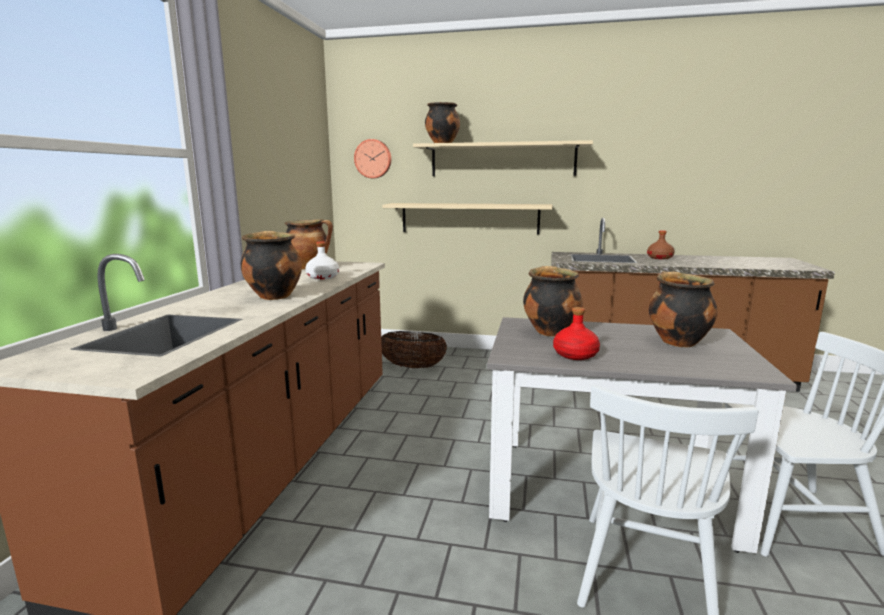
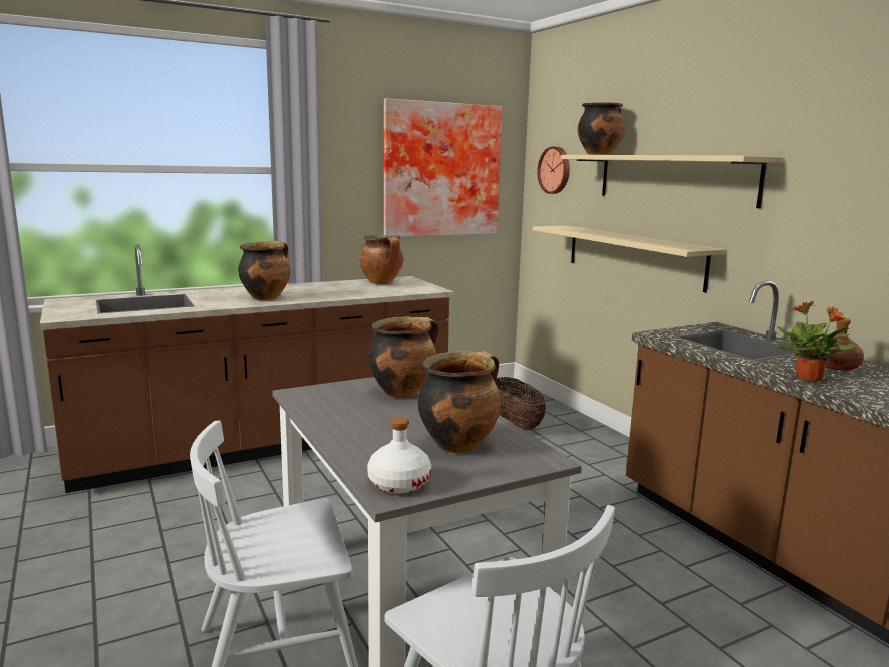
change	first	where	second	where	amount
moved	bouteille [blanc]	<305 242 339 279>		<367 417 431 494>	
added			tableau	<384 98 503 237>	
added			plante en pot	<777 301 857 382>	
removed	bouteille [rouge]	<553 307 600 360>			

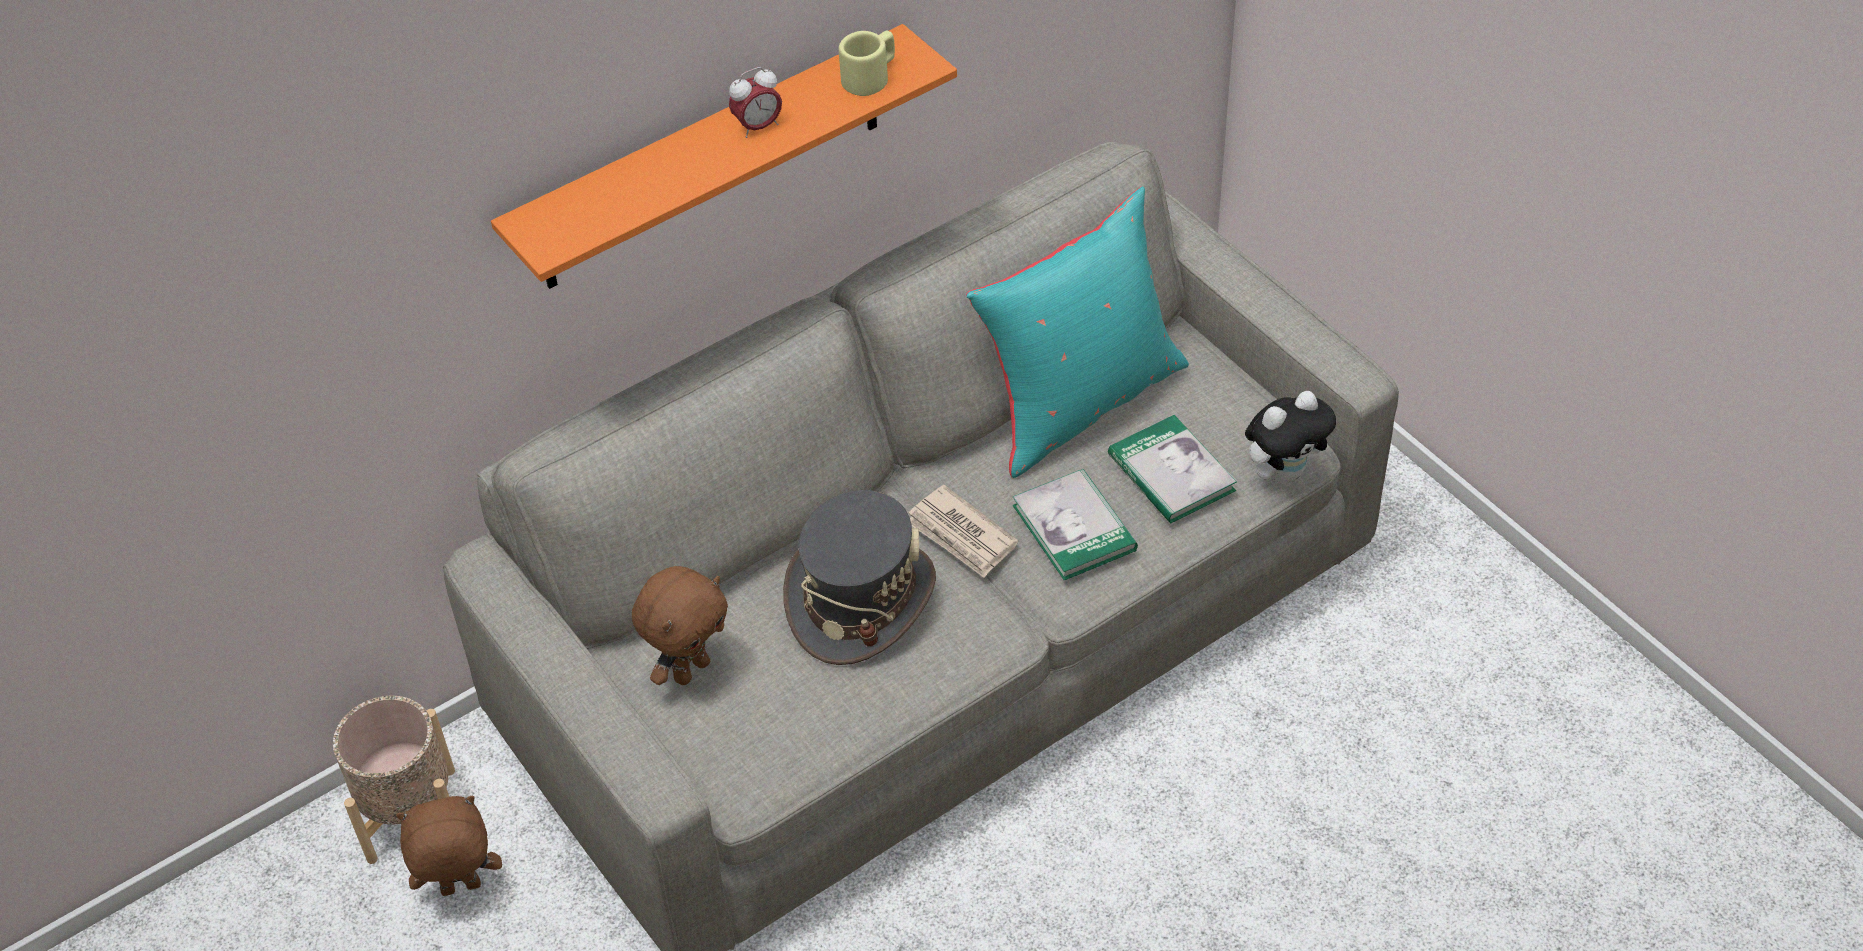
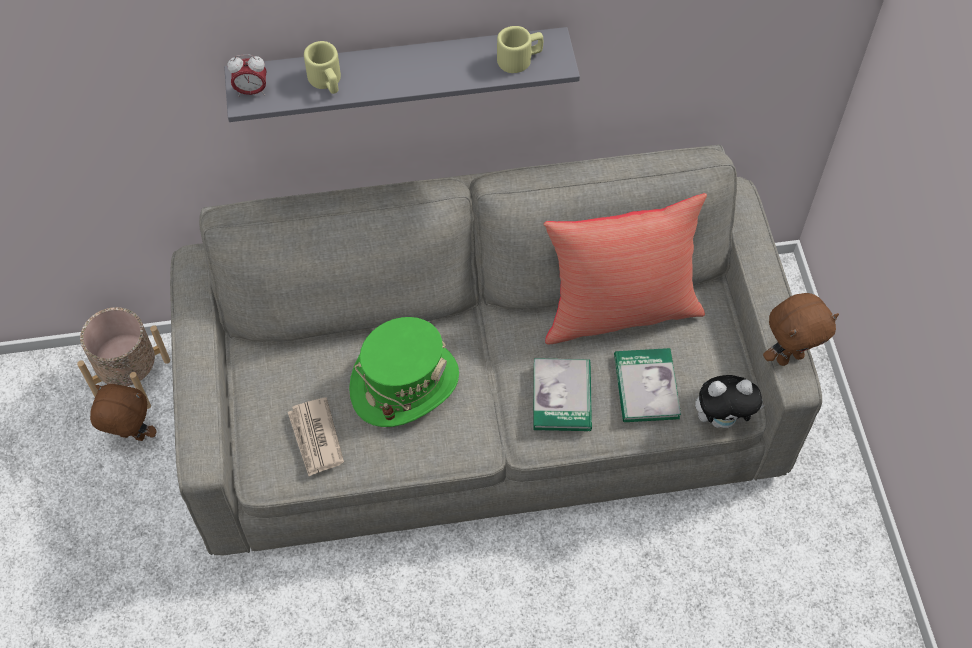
change	first	where	second	where	amount
recoloured	étagère [orange]	<491 24 957 289>	étagère [gris]	<224 27 580 122>	
moved	réveil	<729 67 782 138>		<227 55 267 97>	
moved	journal	<909 485 1018 578>		<288 397 344 476>	
added			mug [beige]	<304 41 341 94>	
recoloured	chapeau [gris]	<783 490 936 665>	chapeau [vert]	<349 317 459 427>	
recoloured	coussin [turquoise]	<966 186 1189 478>	coussin [rouge]	<543 193 707 344>	
moved	peluche [marron]	<632 566 728 685>		<763 293 839 366>	

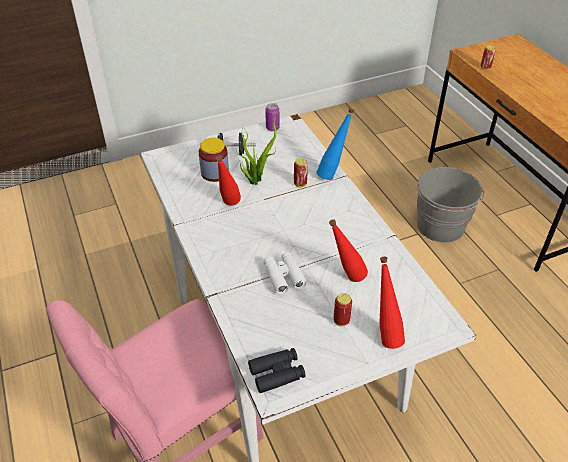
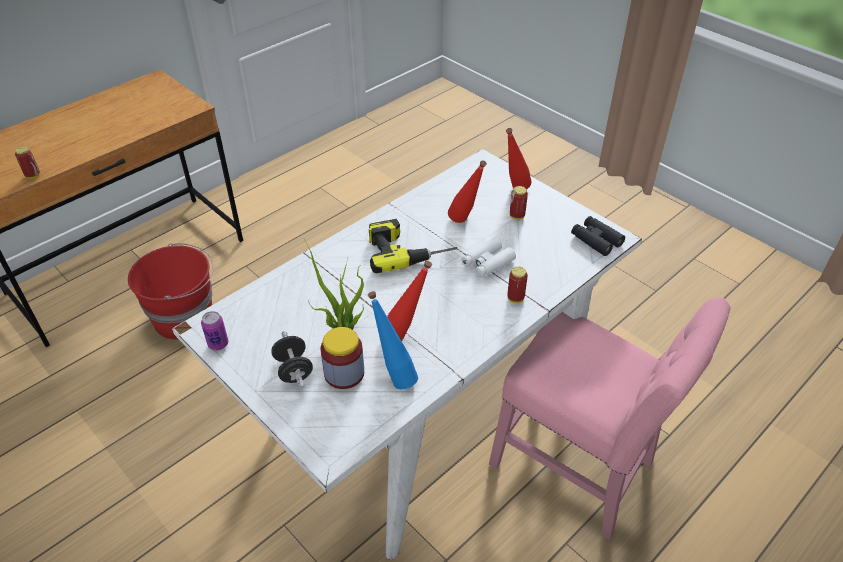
change	first	where	second	where	amount
recoloured	seau [gris]	<417 167 484 243>	seau [rouge]	<128 243 213 340>	
moved	bouteille [bleu]	<316 108 354 180>		<368 291 418 389>	
added			perceuse	<369 219 457 273>	
moved	boîte métallique	<294 158 308 187>		<507 267 528 303>	

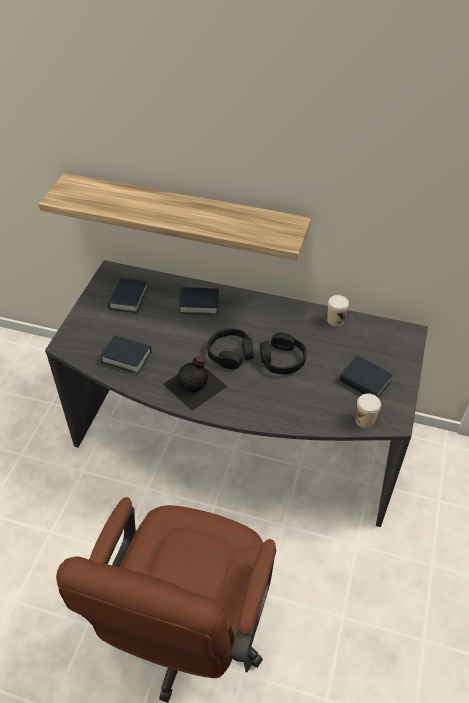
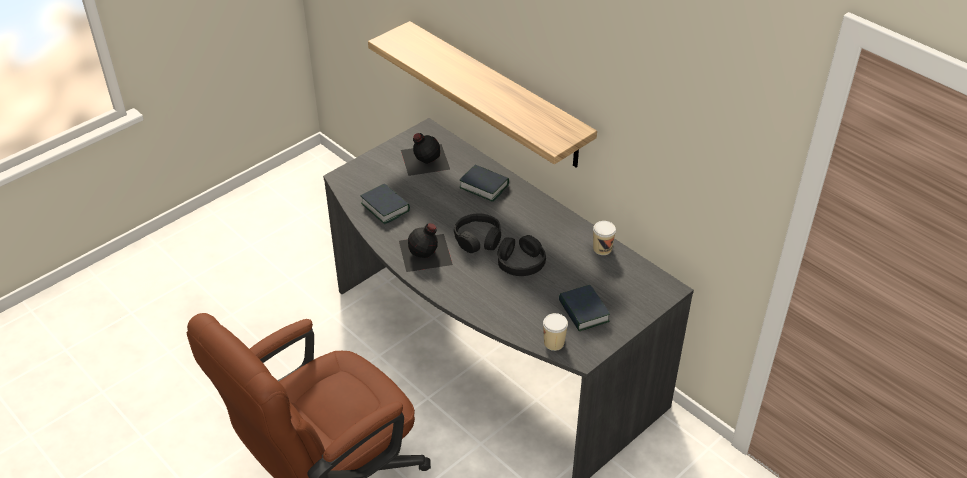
change	first	where	second	where	amount
replaced	livre	<108 278 148 313>	bouteille [noir]	<401 133 450 176>	

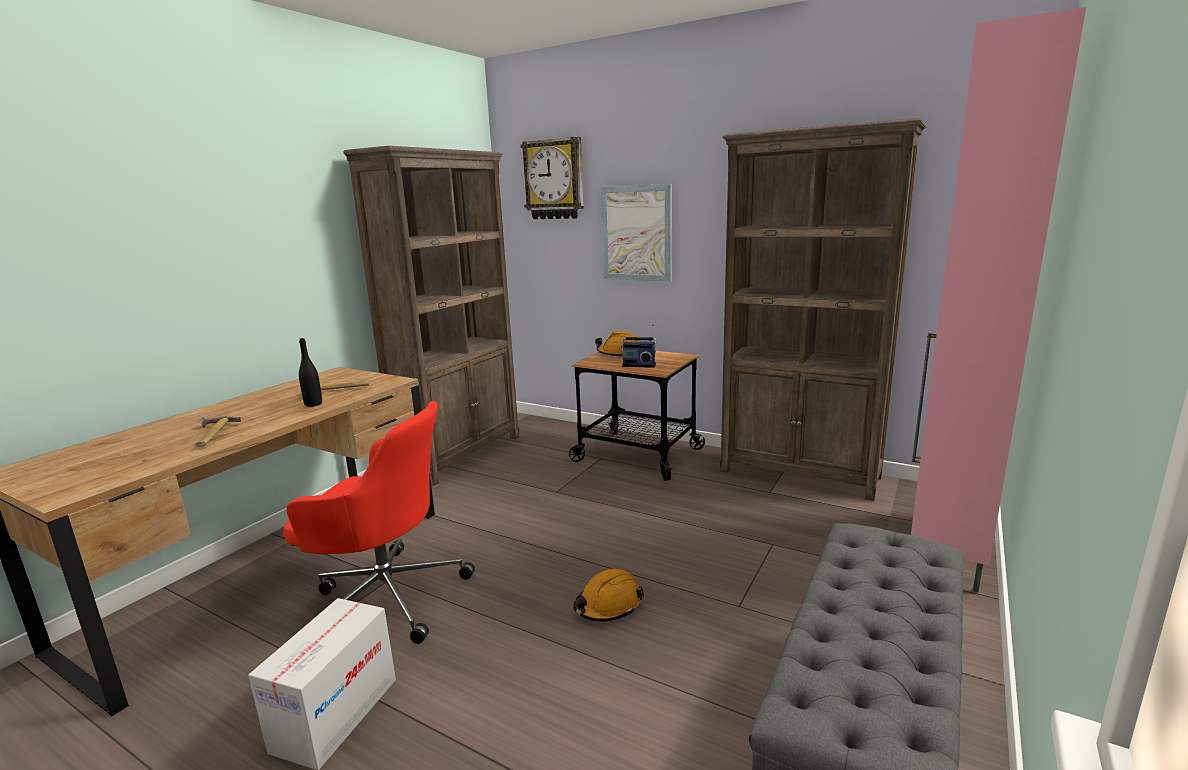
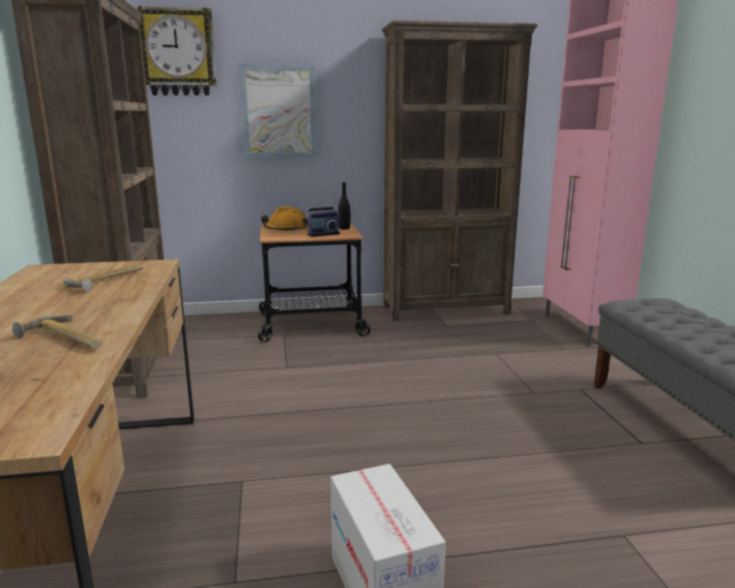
change	first	where	second	where	amount
moved	bouteille [noir]	<299 338 322 407>		<338 182 350 230>	
removed	chaise de bureau [rouge]	<283 401 475 644>			
removed	casque de chantier [orange]	<573 569 644 622>			

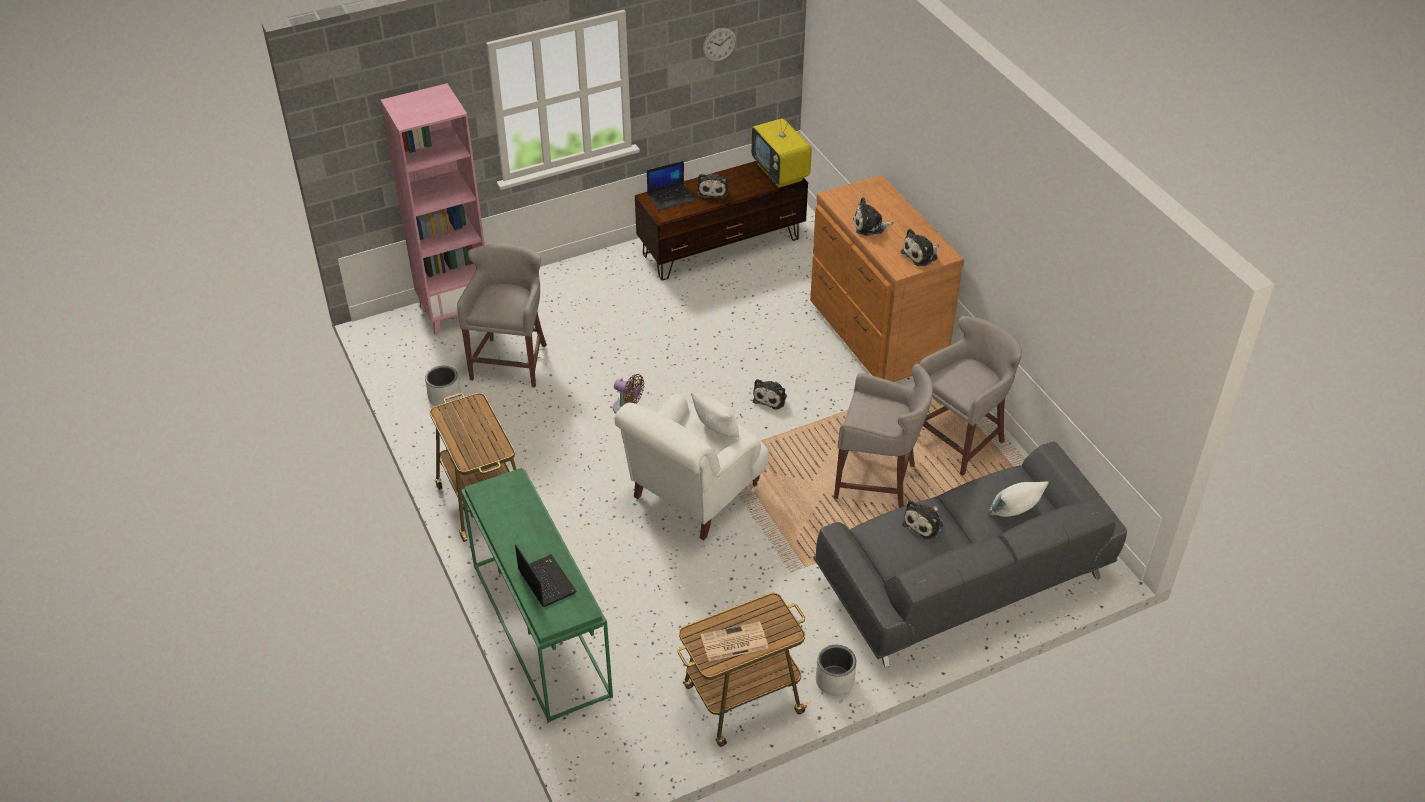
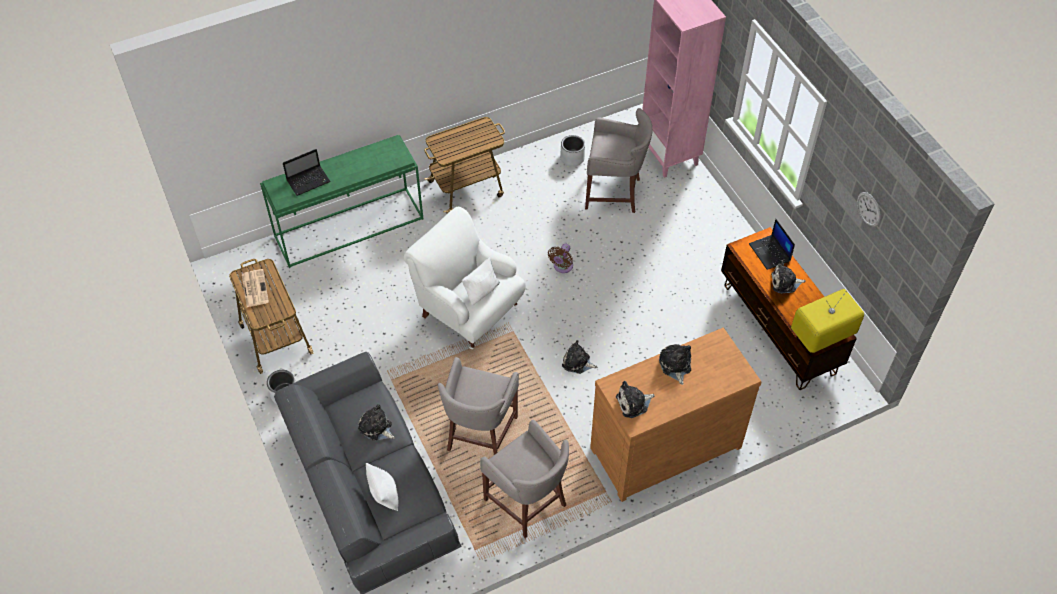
change	first	where	second	where	amount
turned	peluche	<901 229 939 266>		<616 381 655 418>	75 degrees counterclockwise

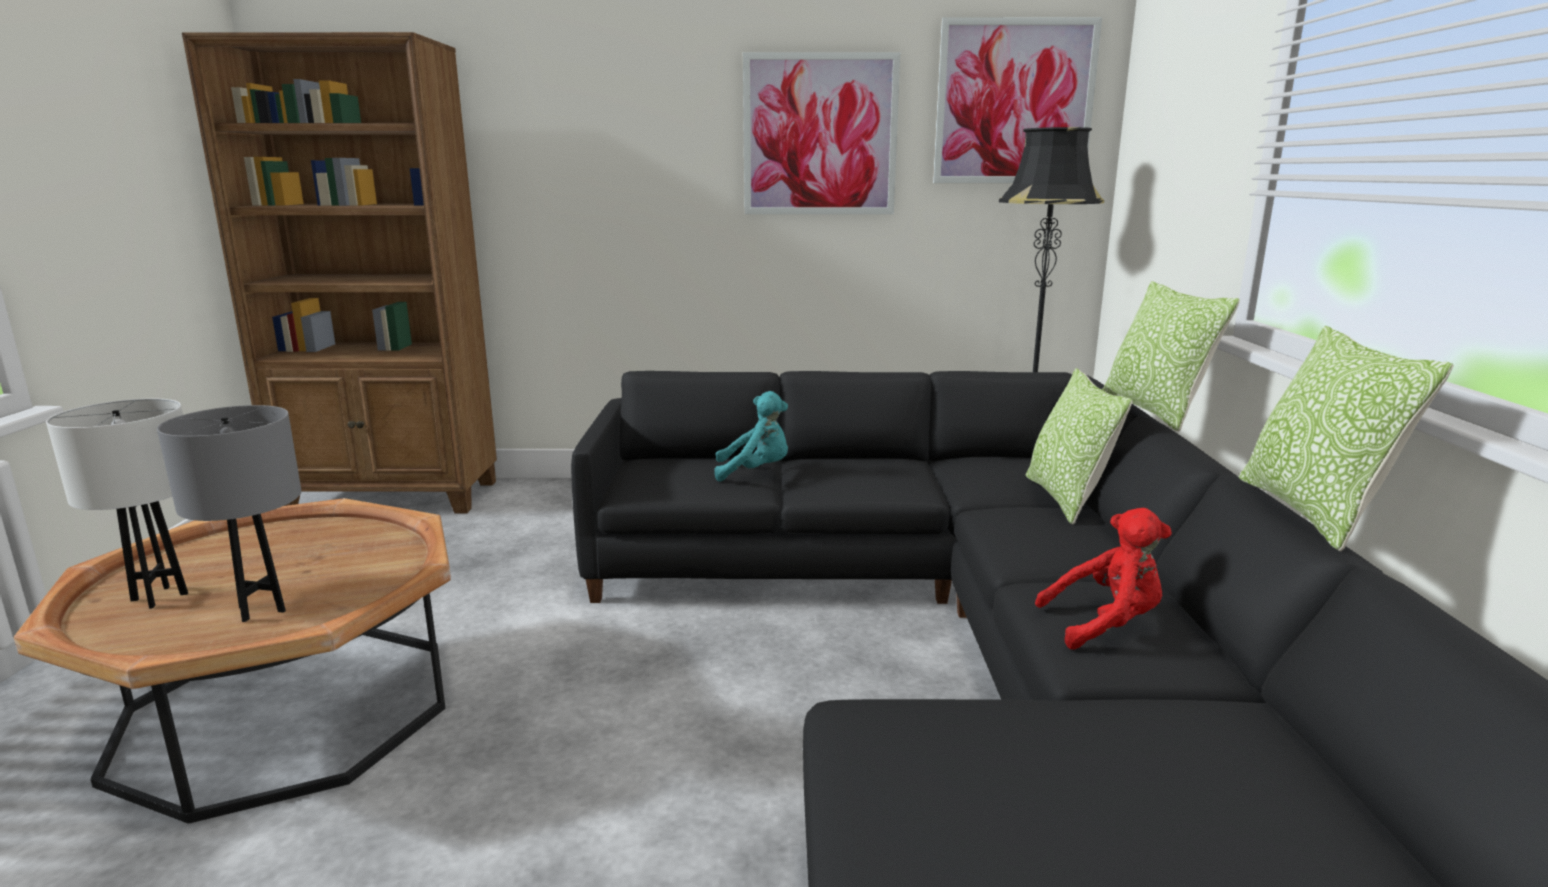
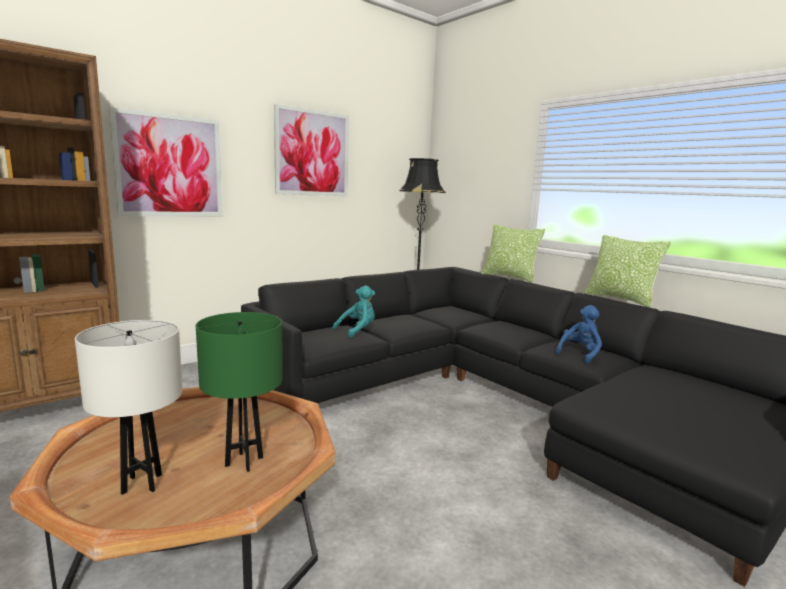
change	first	where	second	where	amount
moved	tableau	<933 17 1102 183>		<109 107 223 216>	
recoloured	lampe de table [gris]	<157 405 301 622>	lampe de table [vert]	<196 312 282 472>	
recoloured	peluche [rouge]	<1035 508 1172 650>	peluche [bleu]	<555 305 602 364>	
removed	coussin	<1025 368 1133 525>			

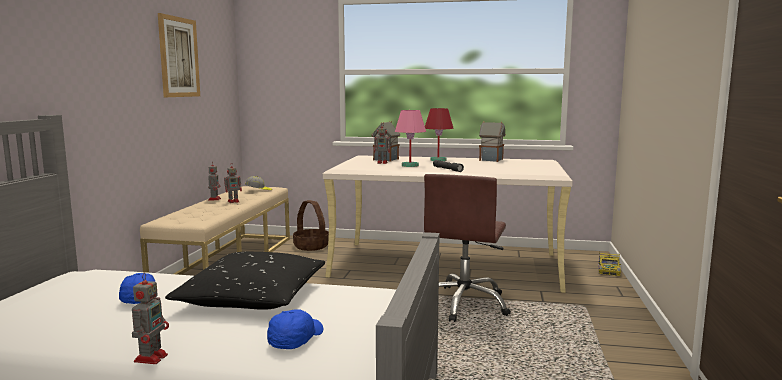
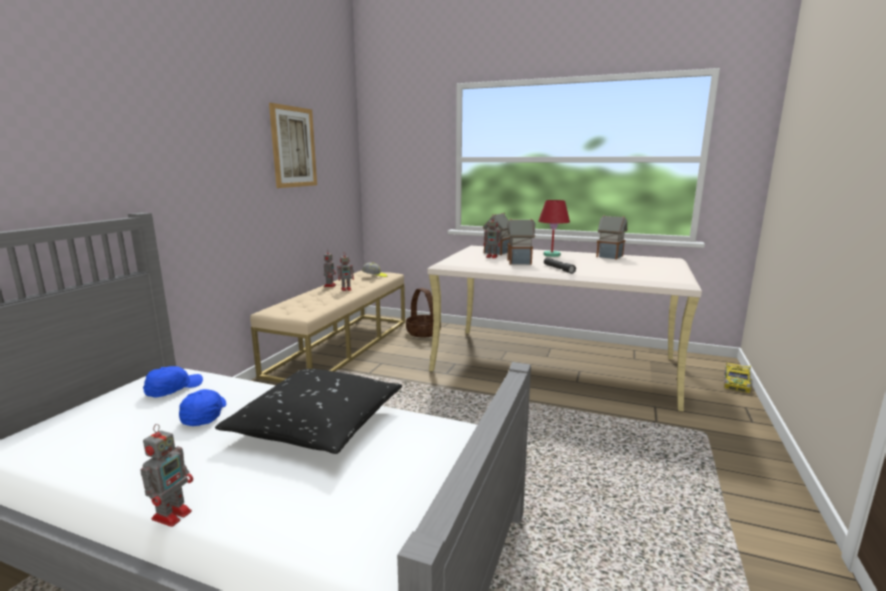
change	first	where	second	where	amount
moved	casquette [bleu]	<267 309 323 349>		<143 366 203 398>	
replaced	lampe de table [rose]	<395 110 426 167>	maison miniature	<507 219 536 265>	
removed	chaise de bureau [marron]	<424 174 511 322>			

